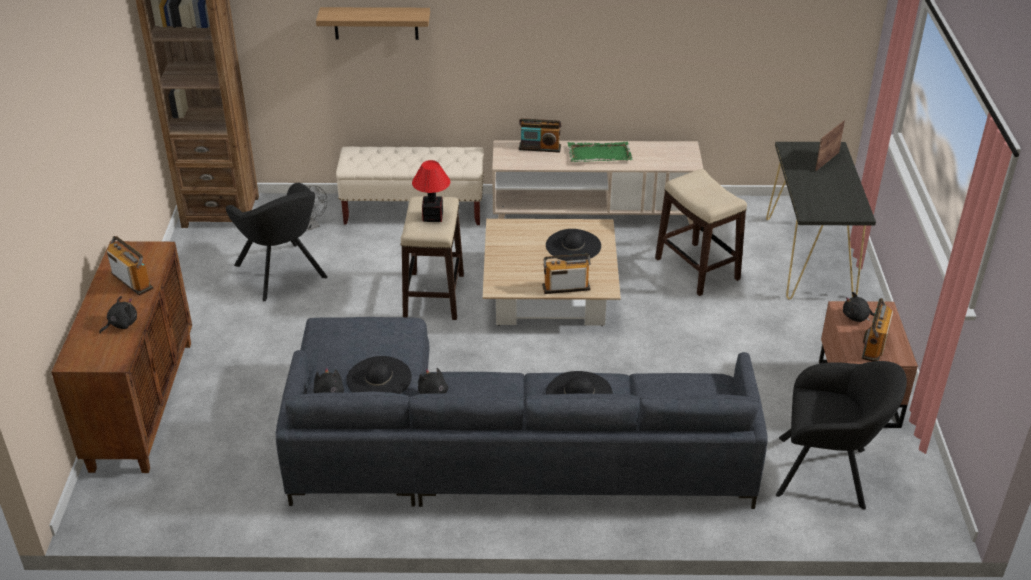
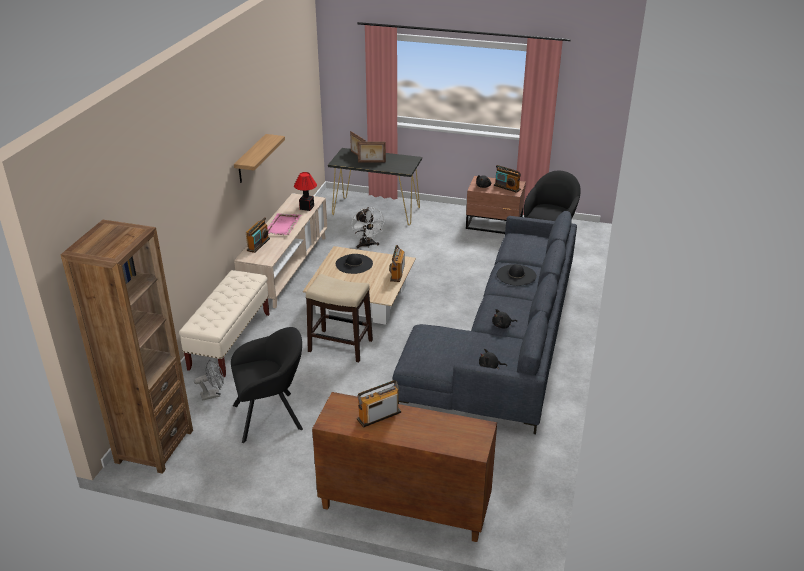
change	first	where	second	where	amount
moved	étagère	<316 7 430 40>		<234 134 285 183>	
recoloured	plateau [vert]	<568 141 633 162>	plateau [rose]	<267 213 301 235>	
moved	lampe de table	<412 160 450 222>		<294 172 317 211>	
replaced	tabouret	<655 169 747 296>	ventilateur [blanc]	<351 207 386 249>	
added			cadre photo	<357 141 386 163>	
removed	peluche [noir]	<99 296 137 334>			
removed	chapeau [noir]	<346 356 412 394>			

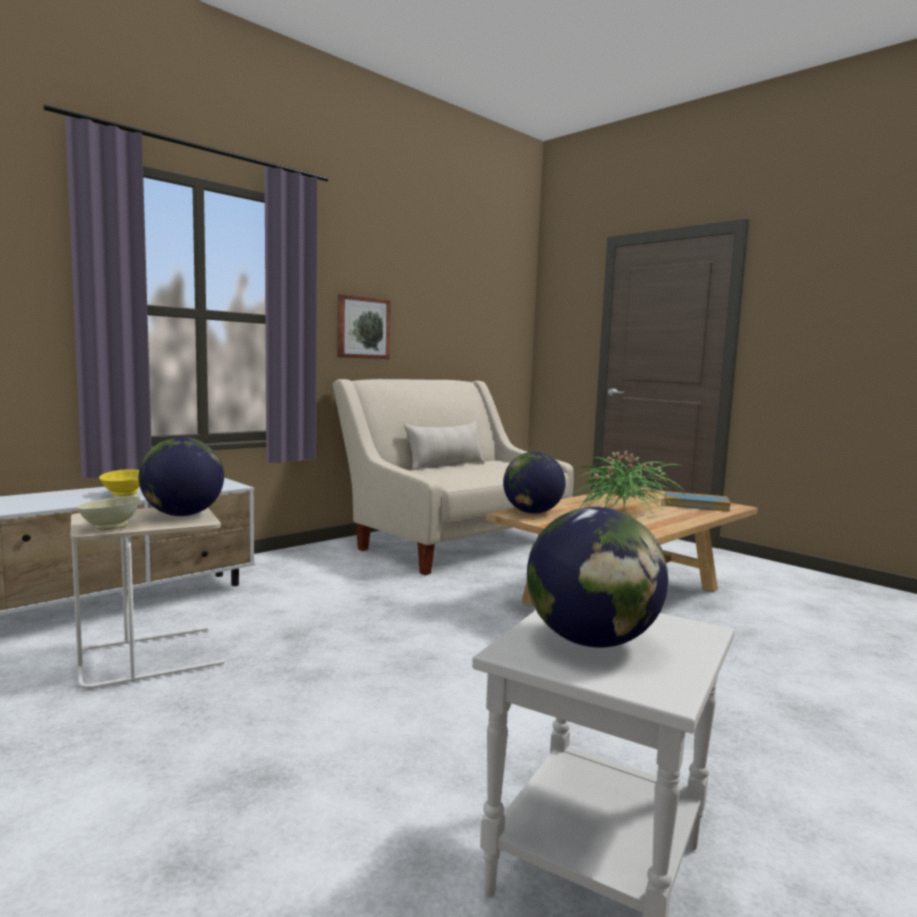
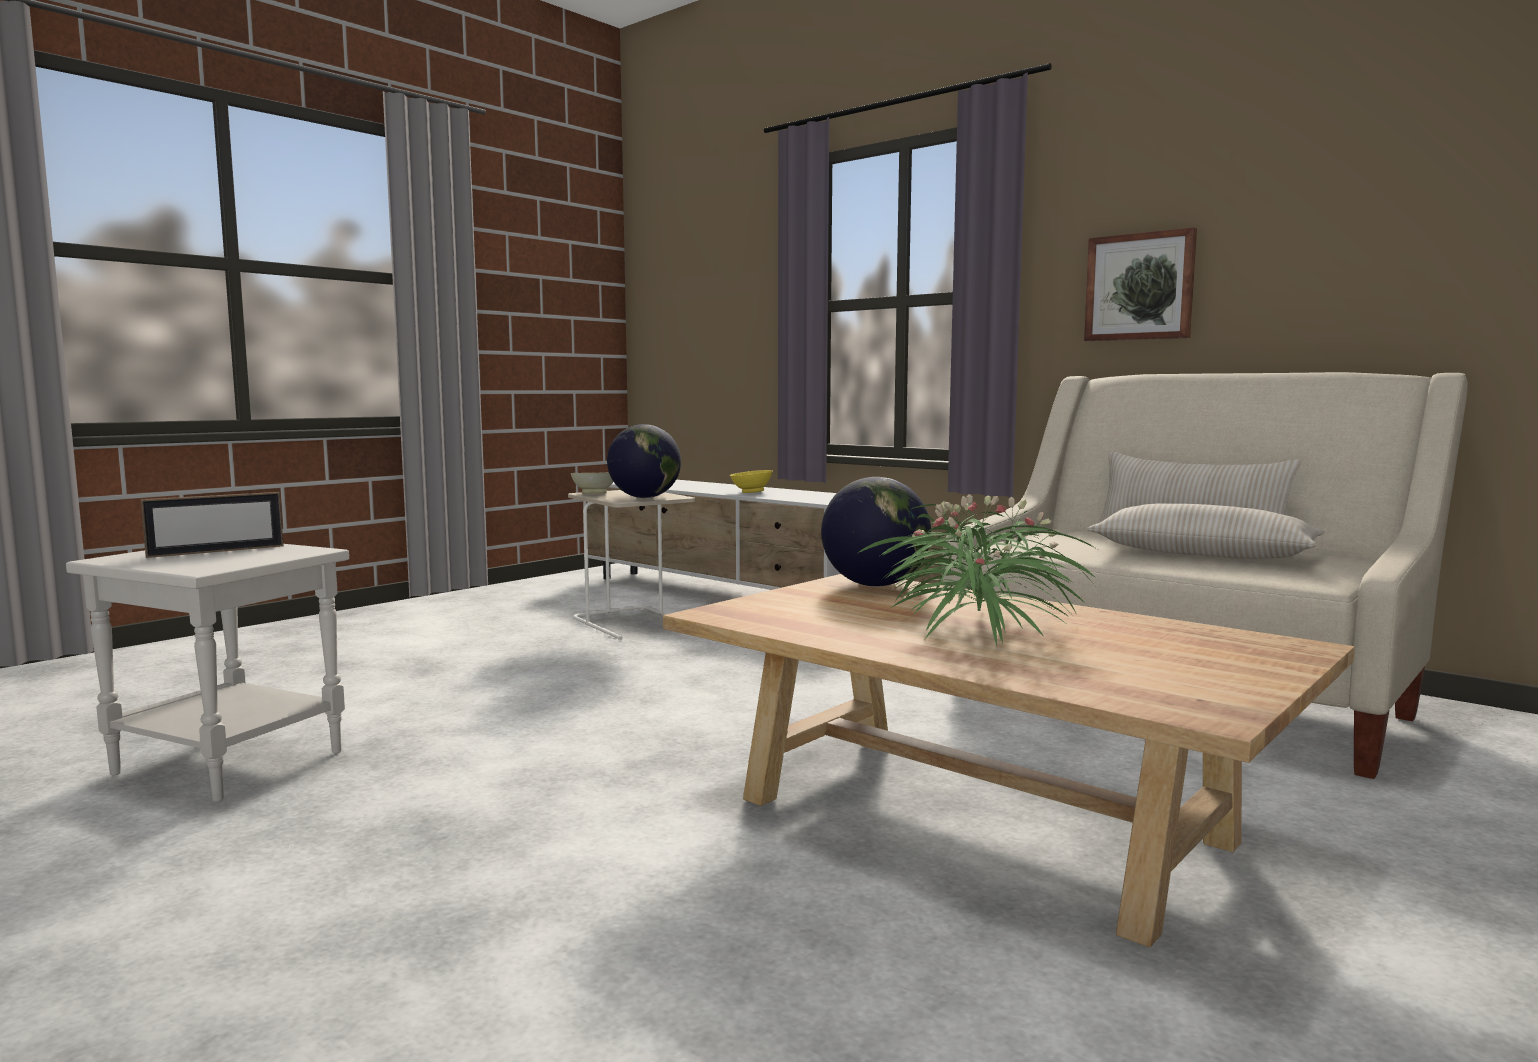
change	first	where	second	where	amount
replaced	globe	<527 507 668 648>	cadre photo	<141 492 283 558>	
added			coussin [beige]	<1087 503 1325 559>	
removed	livre	<665 491 731 511>			

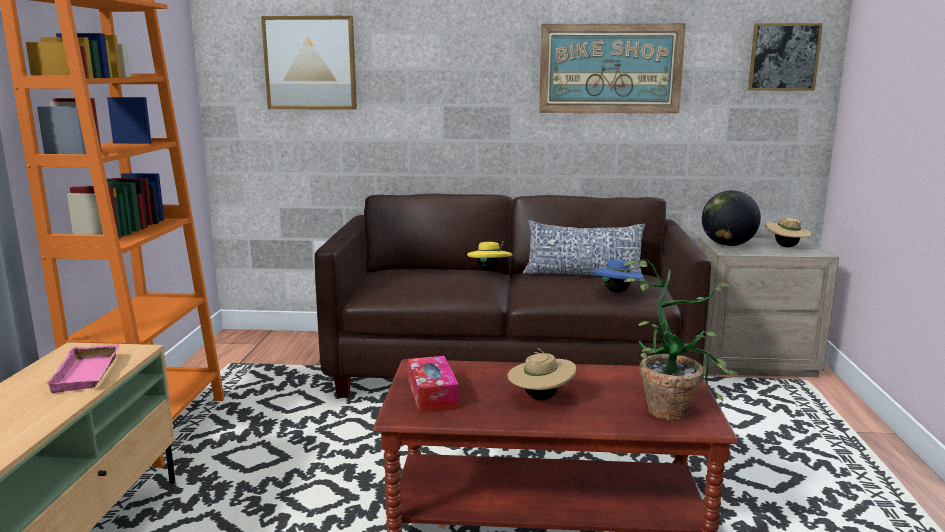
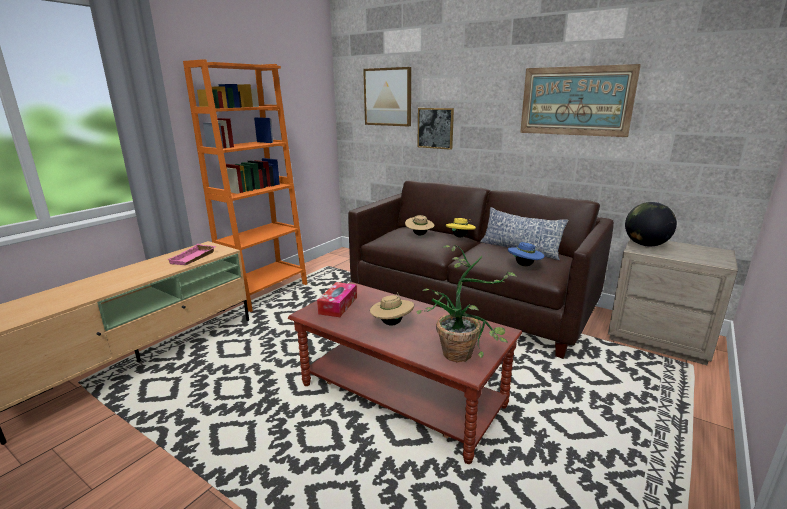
change	first	where	second	where	amount
moved	chapeau [beige]	<765 217 812 247>		<405 215 434 236>	
moved	tableau	<748 23 823 90>		<417 108 454 150>	

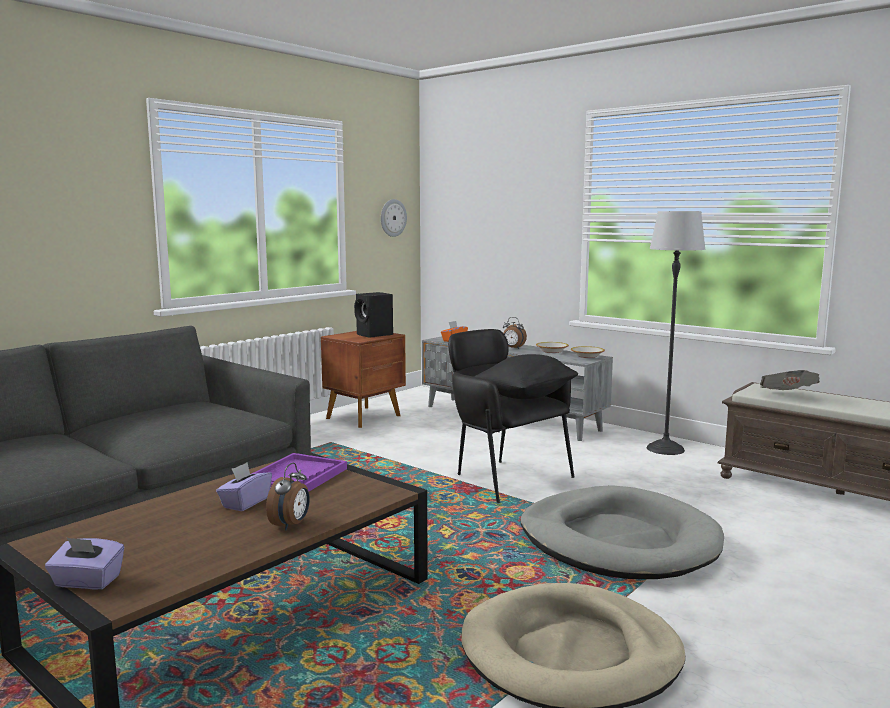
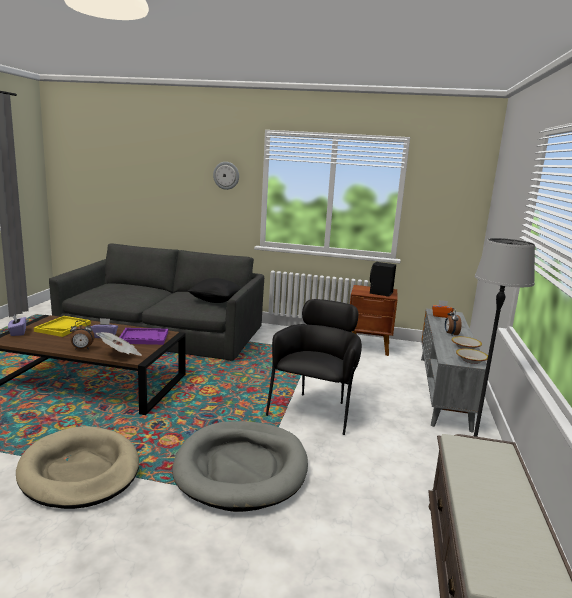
change	first	where	second	where	amount
added			plateau [jaune]	<34 316 91 337>	
moved	journal	<760 370 820 390>		<96 332 142 356>	
moved	coussin [noir]	<474 354 578 399>		<188 278 242 303>	
moved	horloge murale	<381 199 407 237>		<213 162 239 190>	

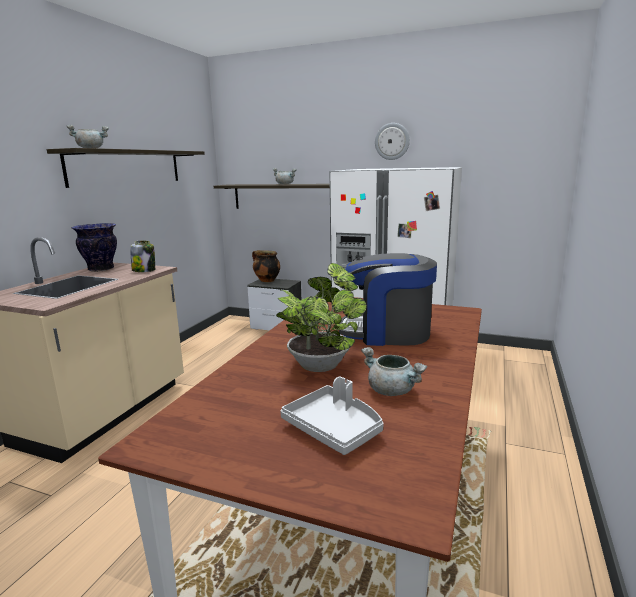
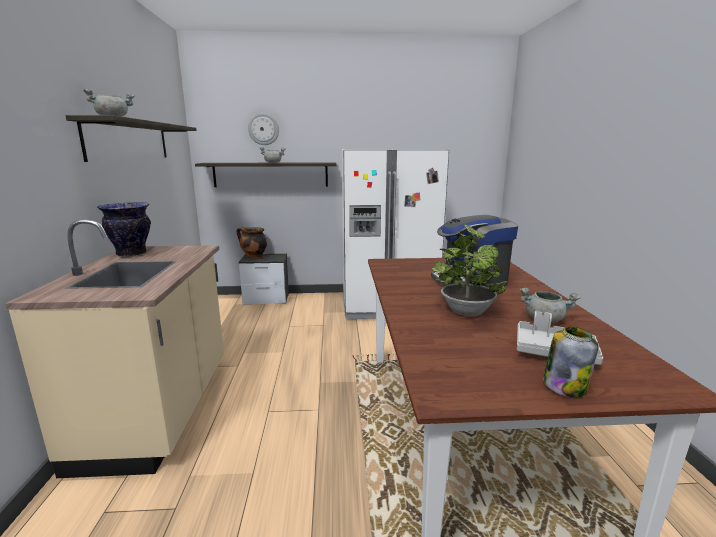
change	first	where	second	where	amount
moved	horloge murale	<375 123 410 160>		<248 113 279 145>	
moved	bocal	<130 241 155 272>		<543 327 598 397>	

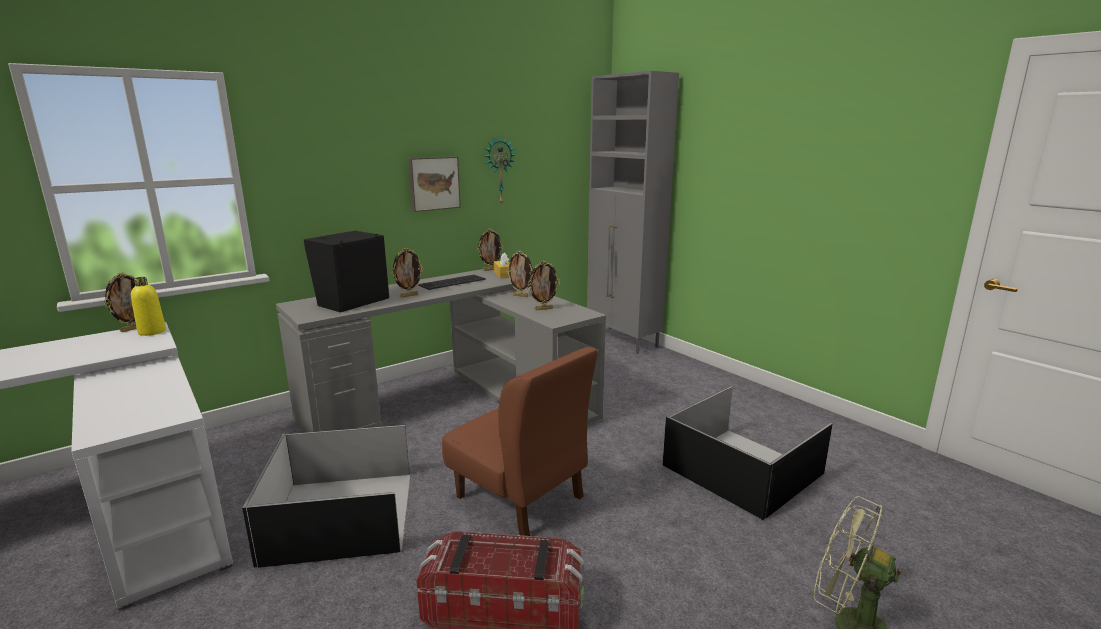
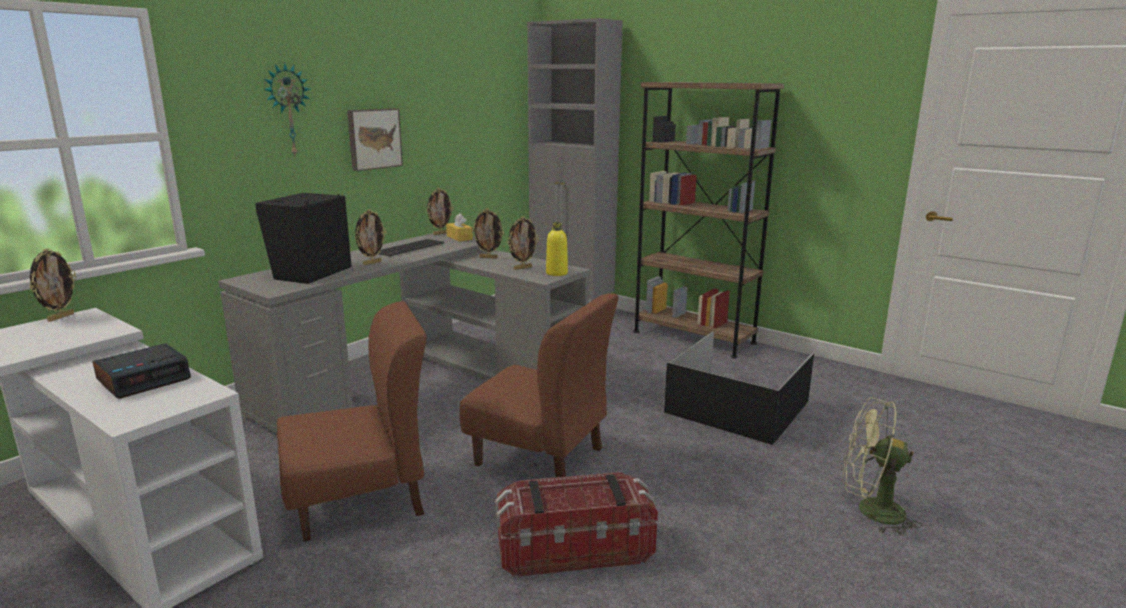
change	first	where	second	where	amount
added			réveil	<93 343 191 399>	
moved	horloge murale	<485 137 515 205>		<264 62 310 158>	
replaced	boîte de rangement [noir]	<242 425 411 568>	chaise [marron]	<277 301 427 542>	
moved	bouteille [jaune]	<131 277 166 336>		<546 222 568 276>	
added			bibliothèque [marron]	<633 82 784 358>	

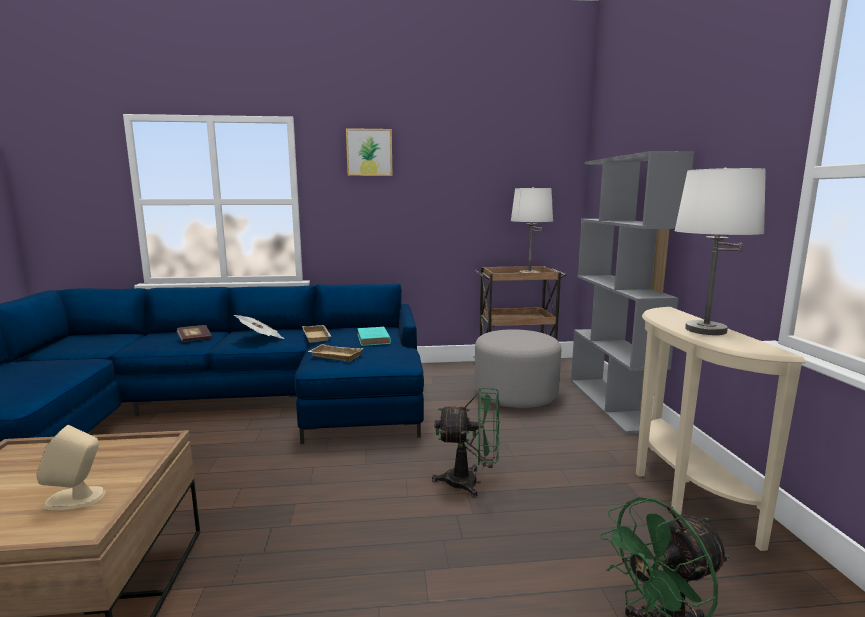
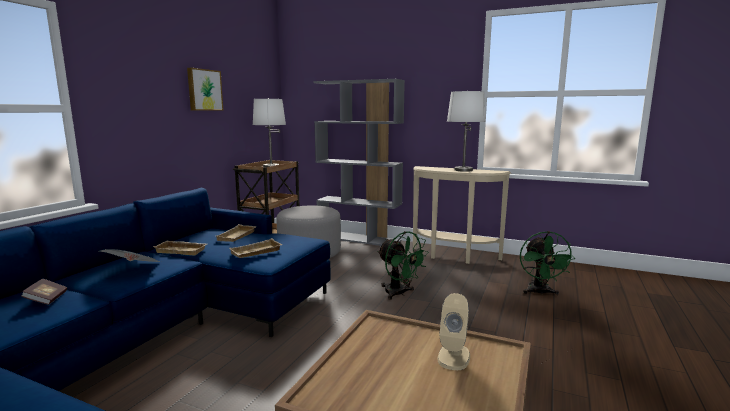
change	first	where	second	where	amount
moved	tableau	<346 128 393 176>		<187 68 224 111>	
replaced	livre [turquoise]	<357 327 391 346>	plateau [beige]	<216 224 257 242>	
turned	ventilateur [vert]	<432 387 500 498>		<377 231 429 300>	105 degrees clockwise

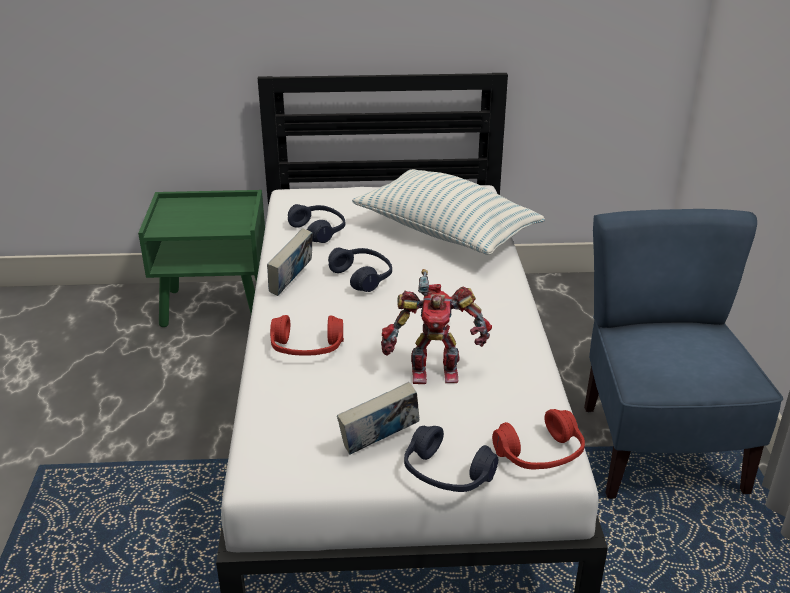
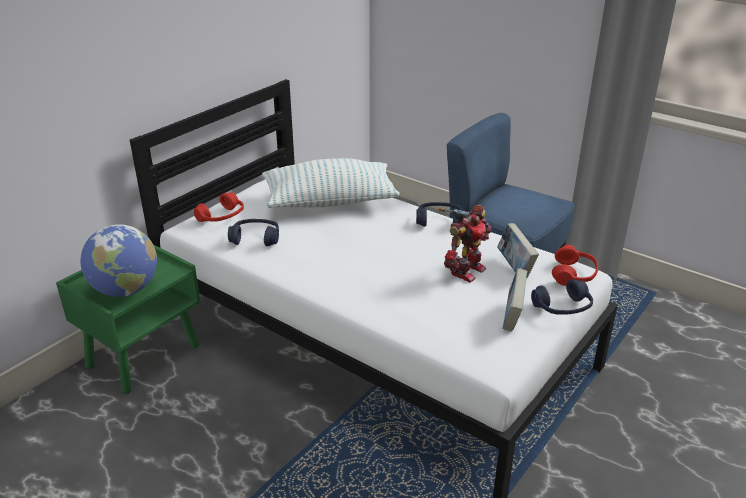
change	first	where	second	where	amount
added			globe	<81 224 157 297>	
moved	casque audio [rouge]	<270 315 344 356>		<194 192 244 222>	
moved	casque audio [bleu]	<328 248 392 292>		<416 202 462 227>	
moved	livre	<267 228 312 296>		<497 223 539 279>	

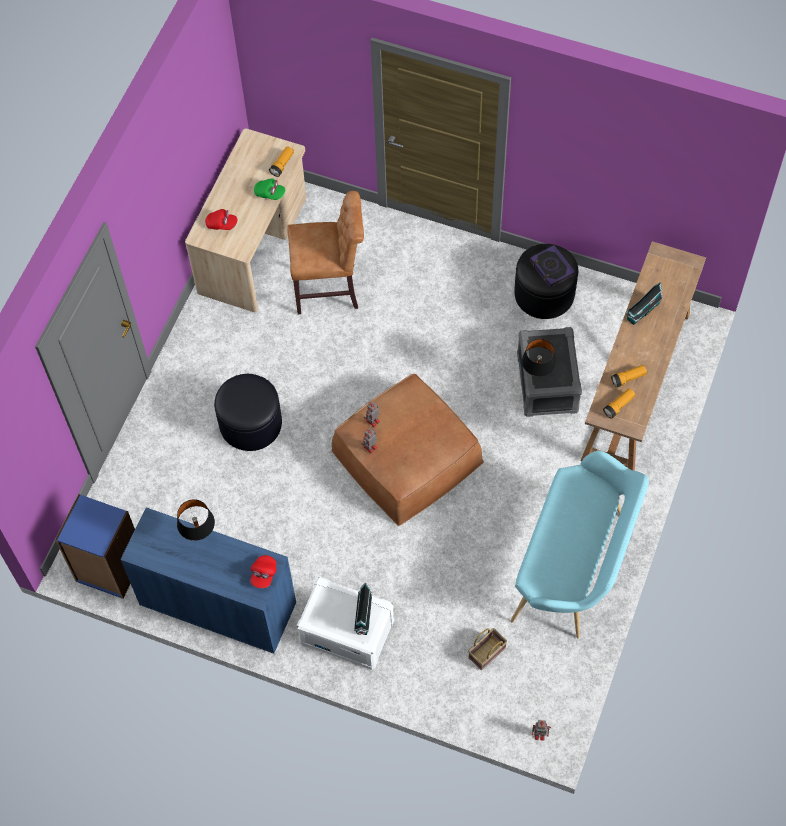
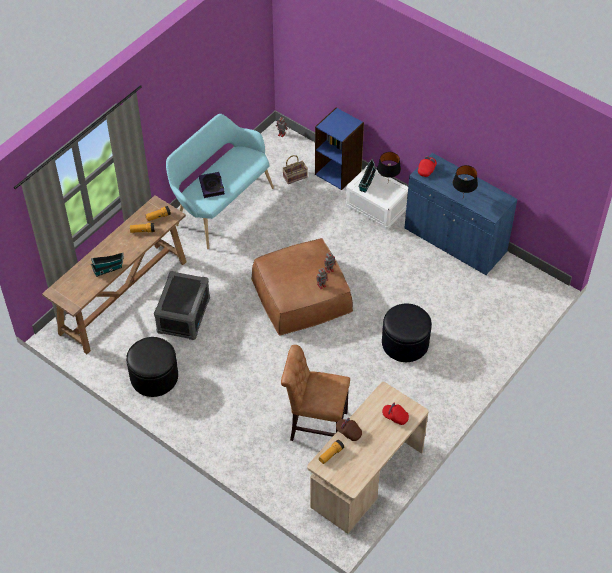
change	first	where	second	where	amount
moved	livre	<530 245 575 288>		<199 172 225 198>	
moved	bibliothèque [bleu]	<55 494 135 599>		<315 107 364 190>	
recoloured	casquette [vert]	<254 178 285 200>	casquette [marron]	<336 418 362 441>	
moved	lampe de table [noir]	<522 339 556 377>		<377 152 401 179>	

